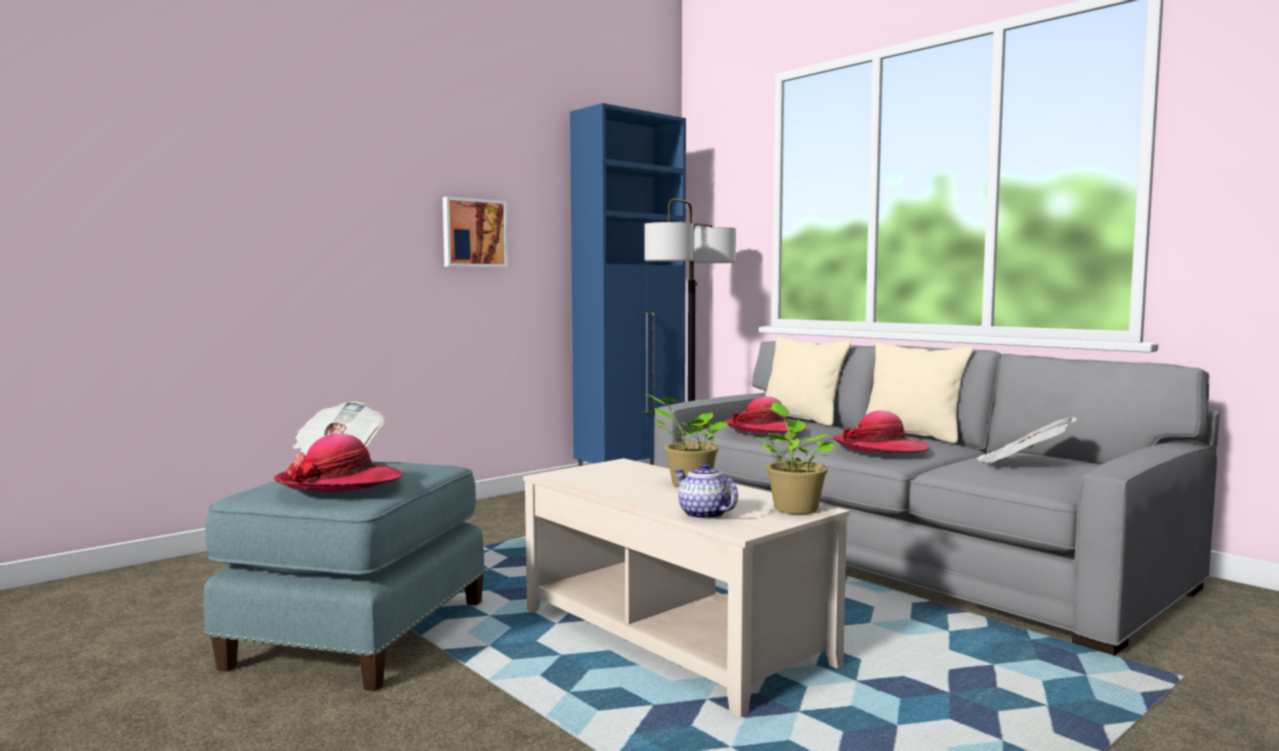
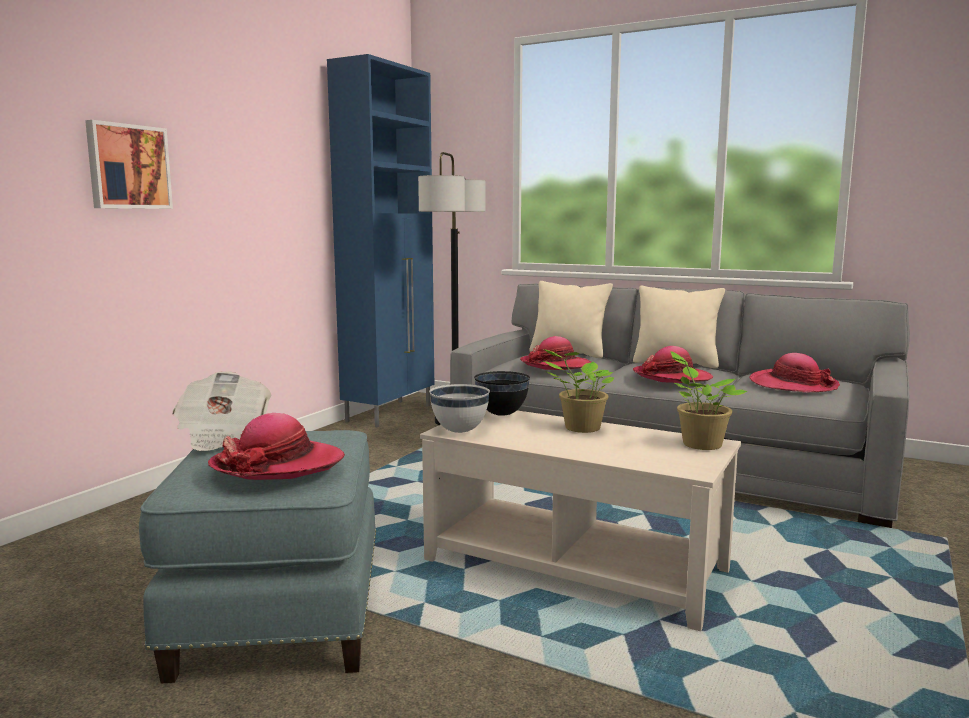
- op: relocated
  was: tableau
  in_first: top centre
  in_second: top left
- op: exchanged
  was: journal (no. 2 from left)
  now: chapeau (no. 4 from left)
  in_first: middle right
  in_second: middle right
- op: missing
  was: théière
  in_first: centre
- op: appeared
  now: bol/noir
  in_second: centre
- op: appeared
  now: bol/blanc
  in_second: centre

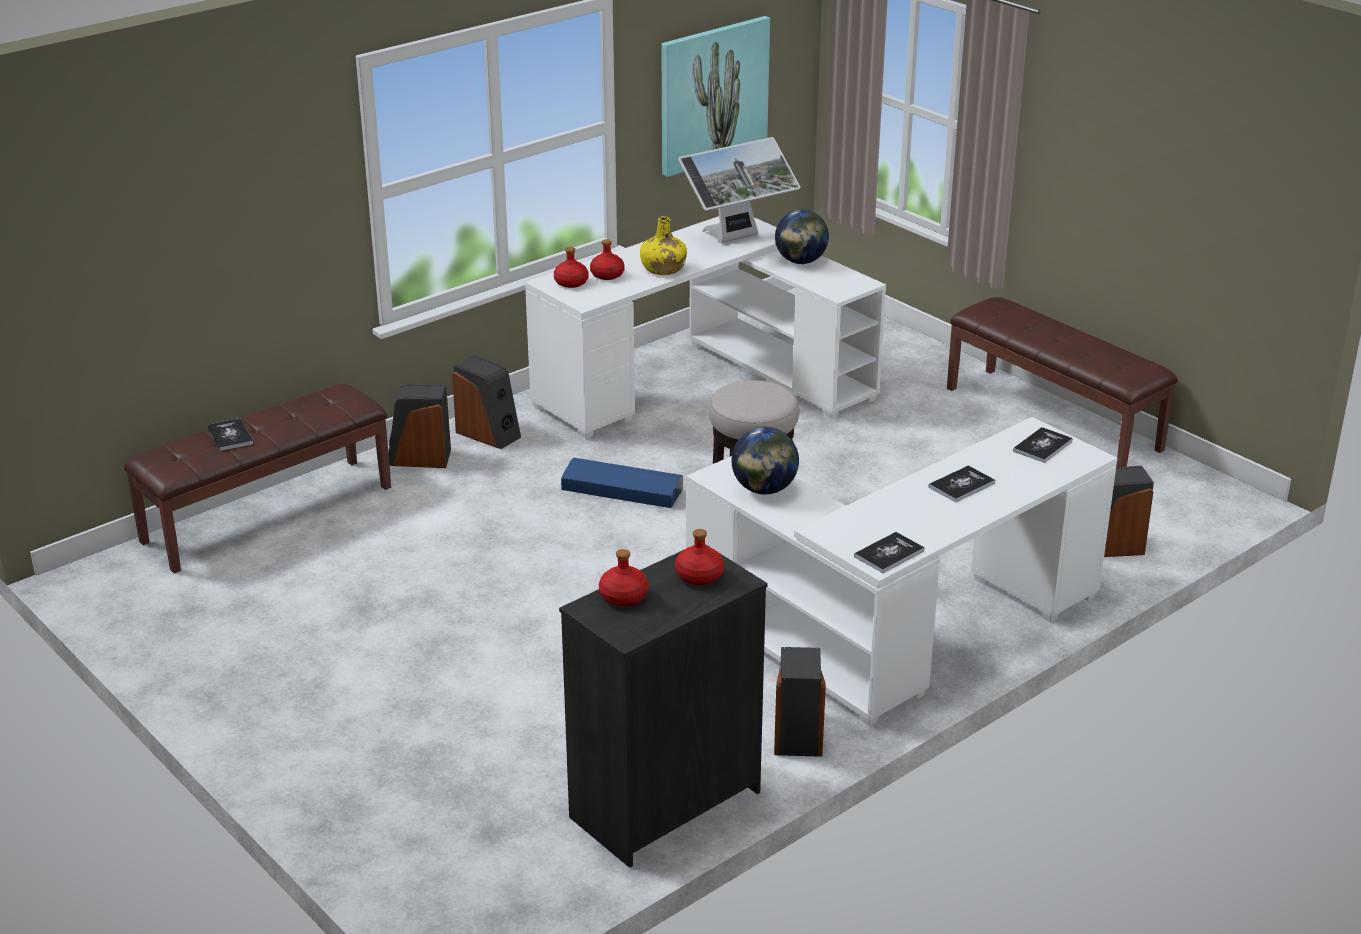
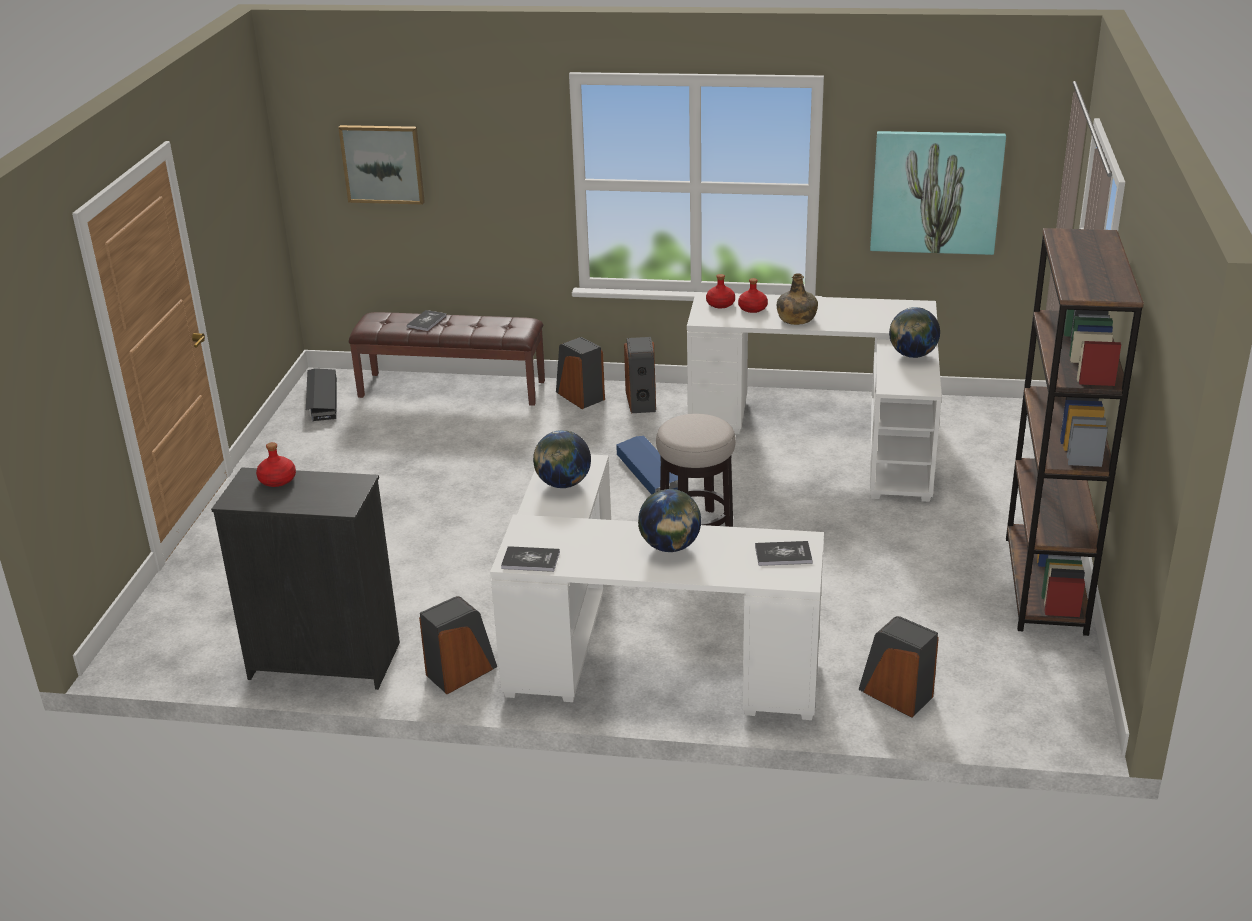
- op: missing
  was: écran d'ordinateur
  in_first: top centre
- op: colour
  was: bouteille/jaune
  now: bouteille/vert
  in_first: top centre
  in_second: top centre
- op: exchanged
  was: banc/marron (no. 2 from left)
  now: bibliothèque/marron
  in_first: middle right
  in_second: middle right
- op: exchanged
  was: livre (no. 3 from left)
  now: globe (no. 2 from left)
  in_first: middle right
  in_second: centre
- op: missing
  was: bouteille/rouge (no. 4 from left)
  in_first: centre
- op: appeared
  now: tableau (no. 1 from left)
  in_second: top left
- op: appeared
  now: boîte de rangement/noir
  in_second: middle left

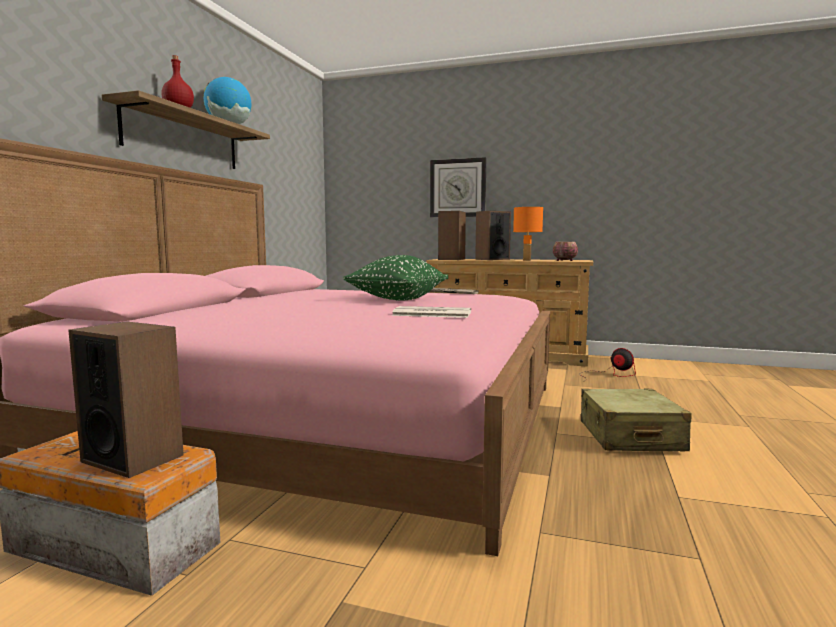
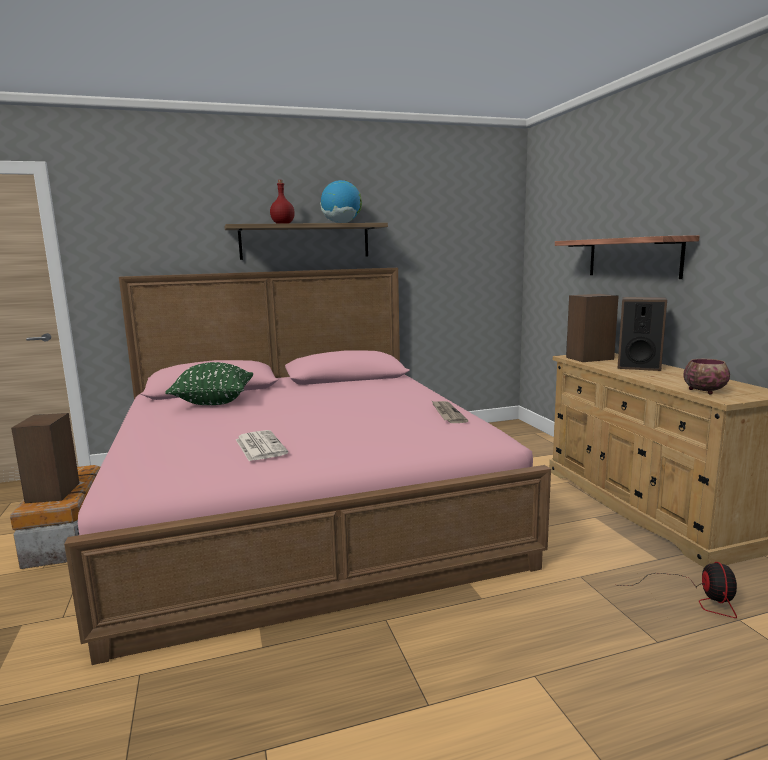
- op: exchanged
  was: horloge murale
  now: étagère (no. 2 from left)
  in_first: top centre
  in_second: middle right
- op: missing
  was: lampe de table/orange
  in_first: centre
- op: relocated
  was: coussin/vert
  in_first: centre
  in_second: middle left
- op: missing
  was: valise/beige
  in_first: bottom right

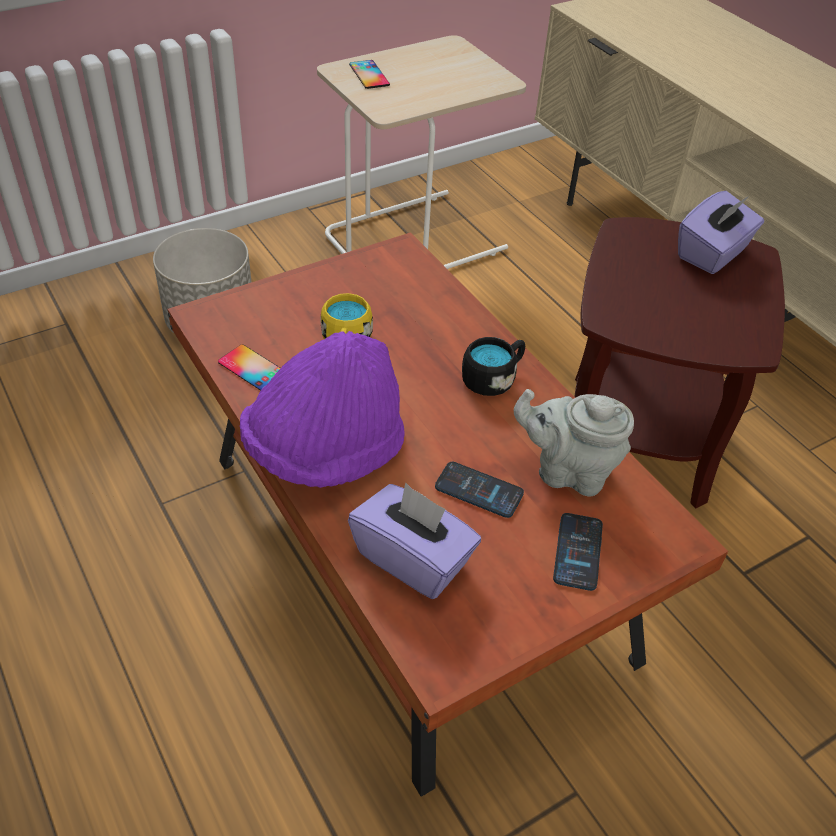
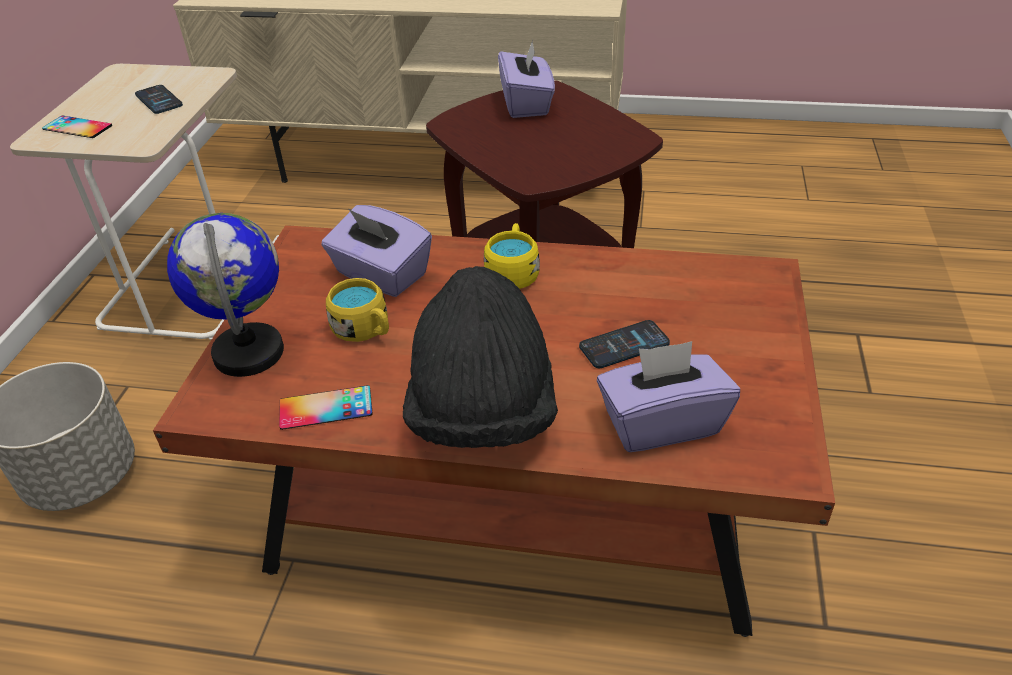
- op: colour
  was: chapeau/violet
  now: chapeau/noir
  in_first: centre
  in_second: centre
- op: colour
  was: mug/noir
  now: mug/jaune (no. 2 from left)
  in_first: centre
  in_second: centre
- op: missing
  was: théière/gris
  in_first: middle right
- op: relocated
  was: téléphone (no. 4 from left in the first image)
  now: téléphone (no. 2 from left)
  in_first: middle right
  in_second: top left
- op: appeared
  now: boîte à mouchoirs/violet (no. 1 from left)
  in_second: centre
- op: appeared
  now: globe
  in_second: middle left

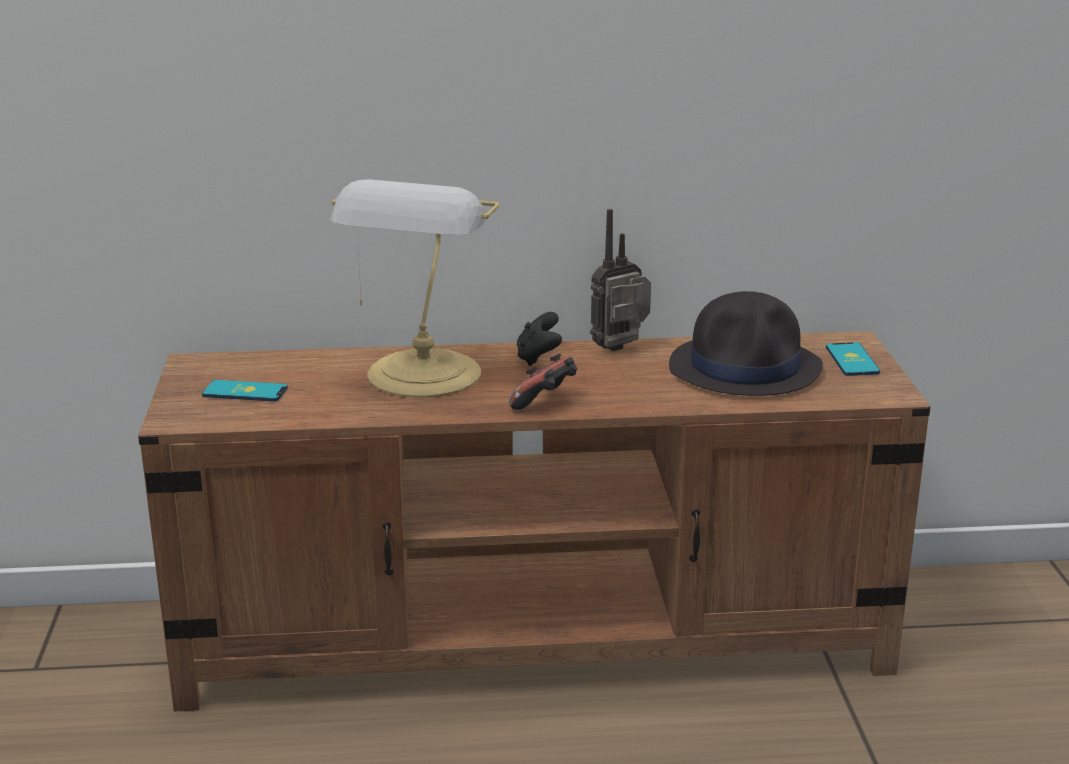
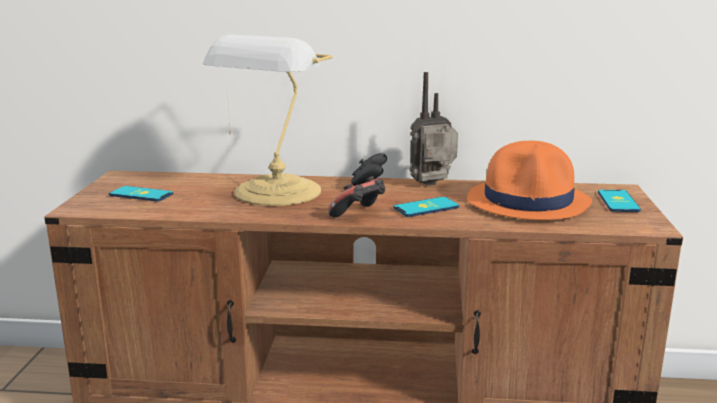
- op: colour
  was: chapeau/noir
  now: chapeau/orange
  in_first: middle right
  in_second: middle right
- op: appeared
  now: téléphone (no. 2 from left)
  in_second: centre

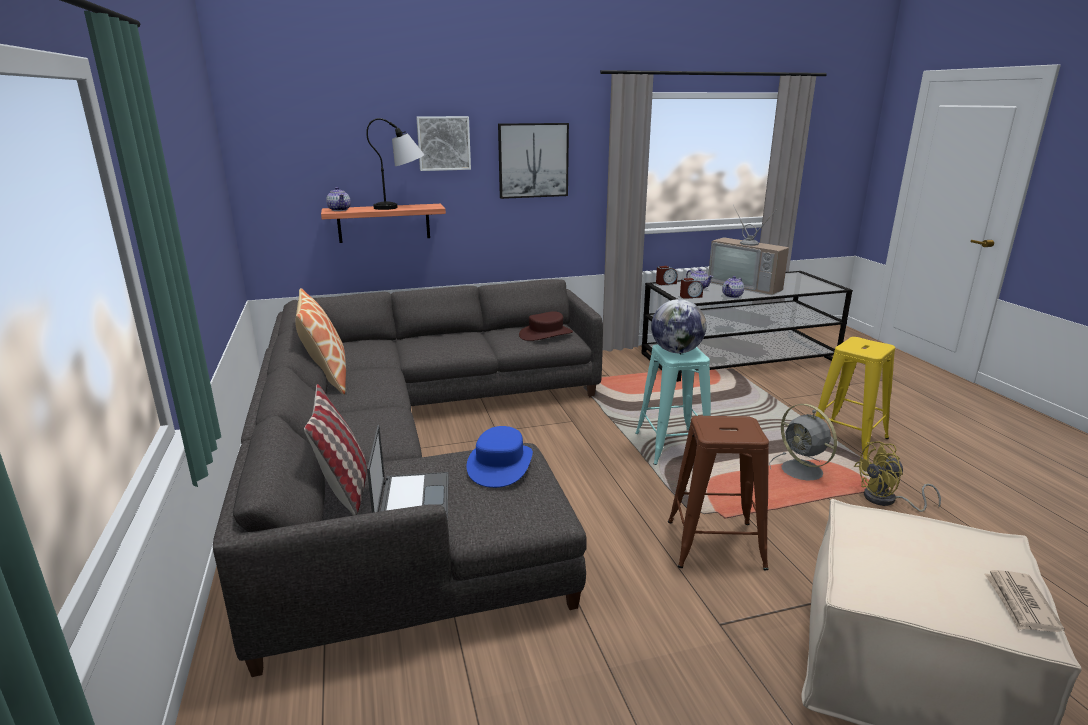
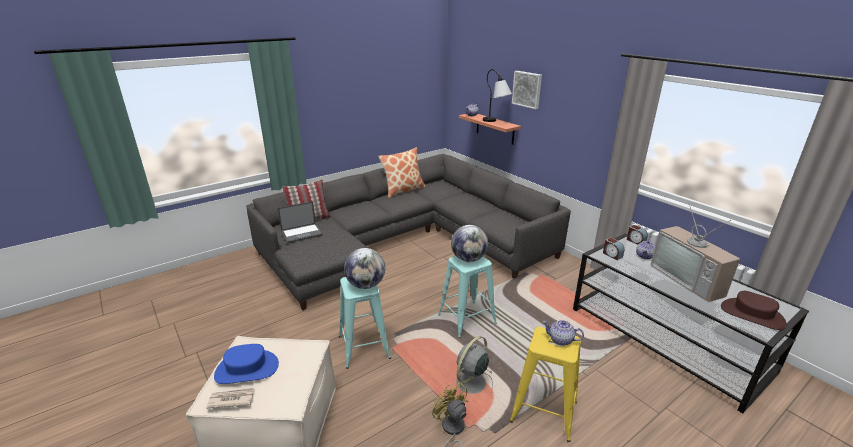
- op: missing
  was: tableau (no. 2 from left)
  in_first: top centre
- op: spun
  was: téléviseur
  in_first: middle right
  in_second: middle right
  clockwise: -45
- op: relocated
  was: théière (no. 3 from left in the first image)
  now: théière (no. 2 from left)
  in_first: middle right
  in_second: bottom centre
- op: relocated
  was: chapeau/marron
  in_first: centre
  in_second: bottom right
- op: colour
  was: tabouret/marron
  now: tabouret/turquoise (no. 1 from left)
  in_first: bottom centre
  in_second: bottom centre
- op: relocated
  was: chapeau/bleu
  in_first: centre
  in_second: bottom left
- op: appeared
  now: globe (no. 1 from left)
  in_second: centre

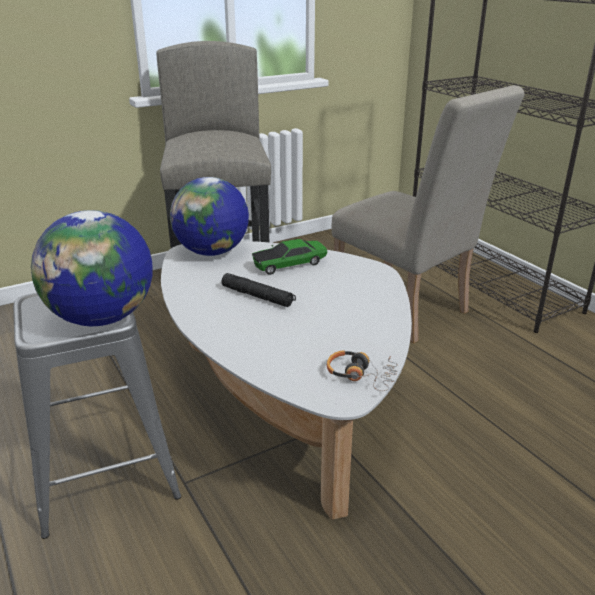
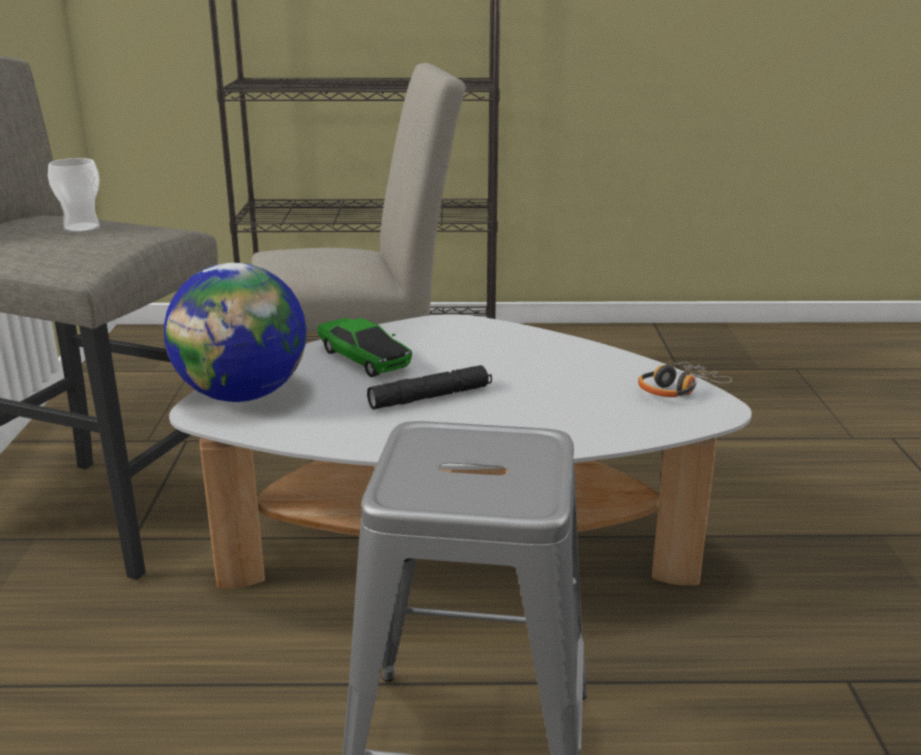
- op: missing
  was: globe (no. 1 from left)
  in_first: middle left
- op: spun
  was: petite voiture
  in_first: centre
  in_second: centre
  clockwise: -45
- op: appeared
  now: tasse
  in_second: top left

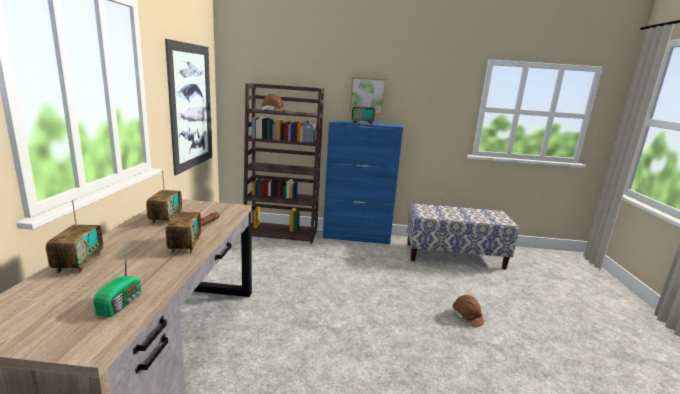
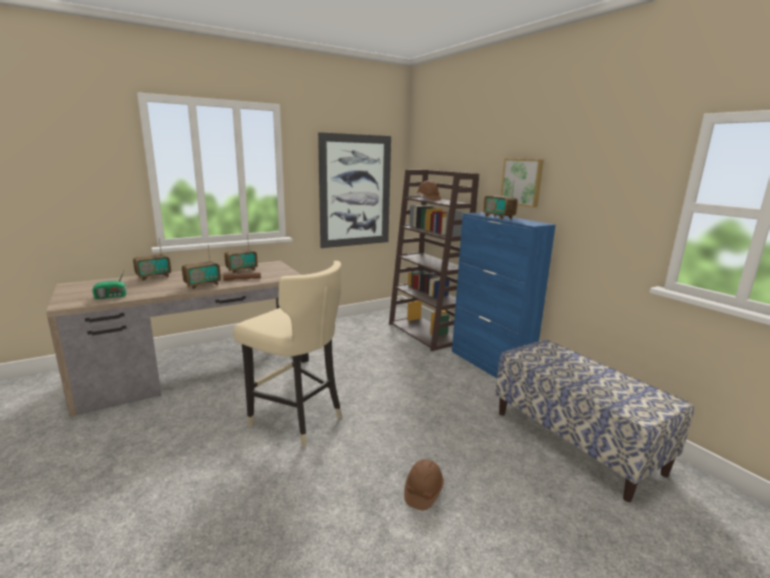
- op: appeared
  now: tabouret/beige
  in_second: centre

